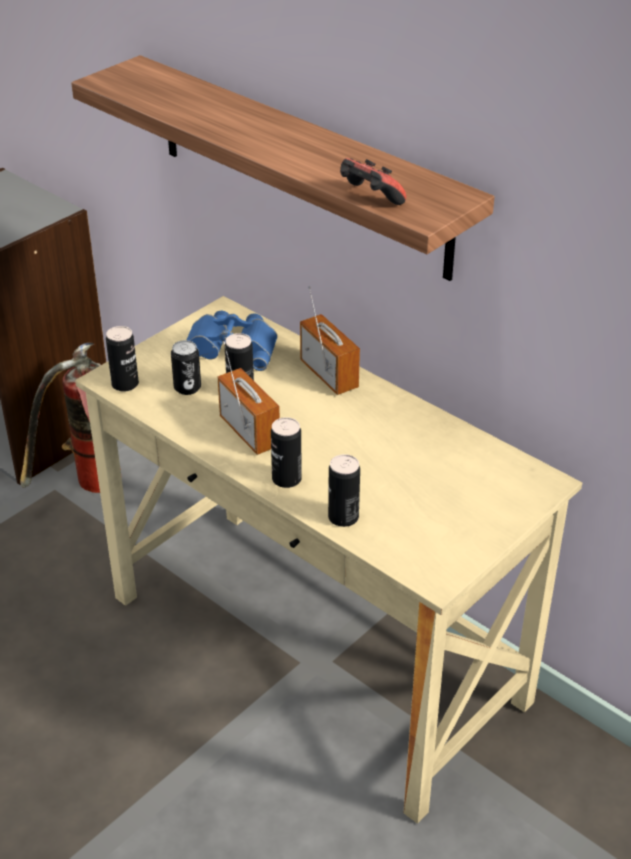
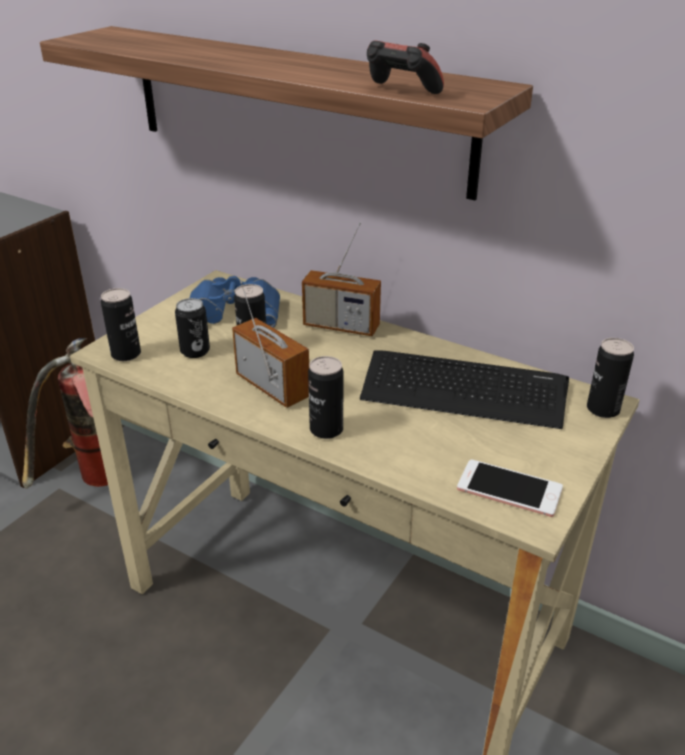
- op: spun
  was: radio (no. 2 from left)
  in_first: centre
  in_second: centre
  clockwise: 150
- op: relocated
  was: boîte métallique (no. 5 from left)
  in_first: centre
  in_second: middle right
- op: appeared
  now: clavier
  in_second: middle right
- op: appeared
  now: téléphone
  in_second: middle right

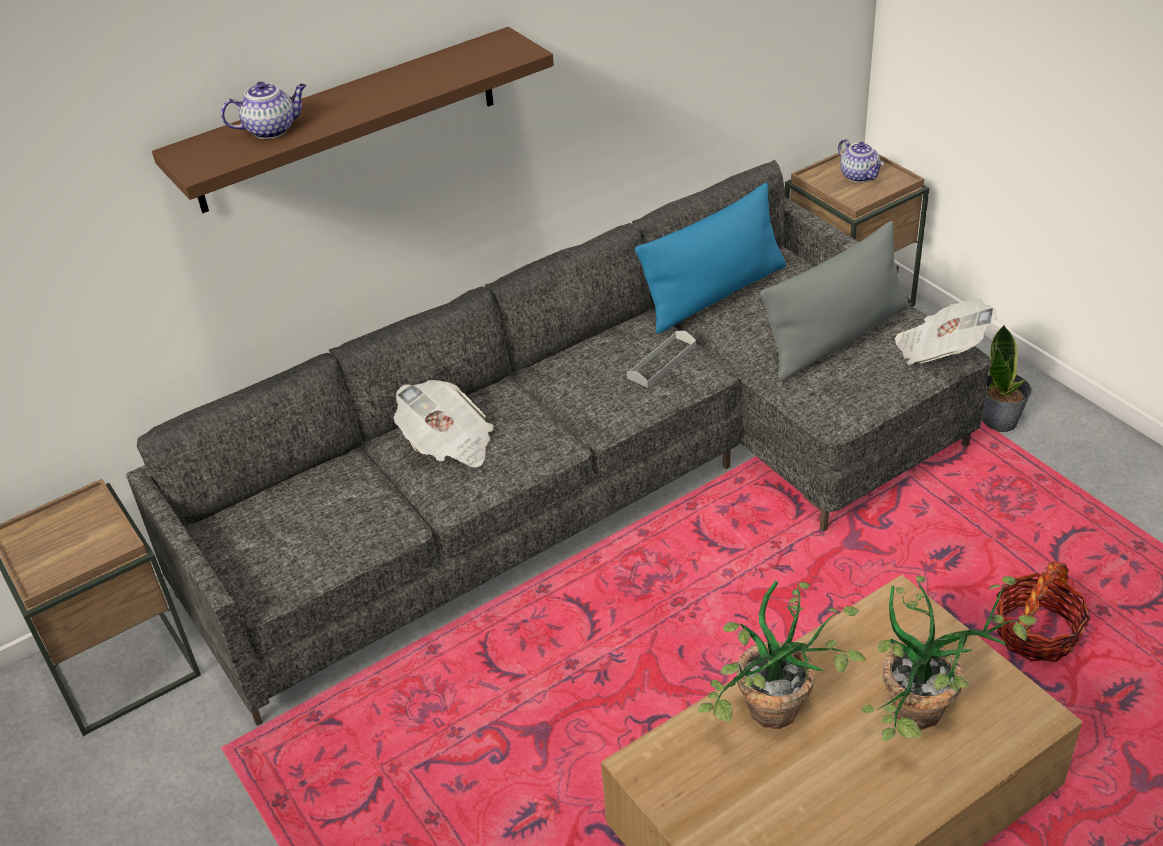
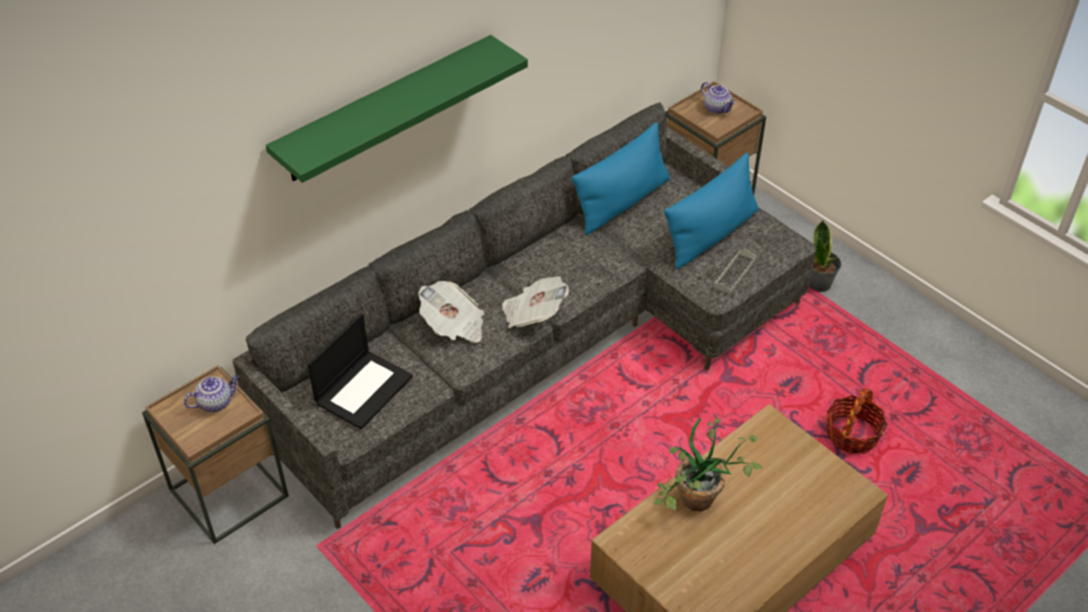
- op: colour
  was: étagère/marron
  now: étagère/vert
  in_first: top left
  in_second: top centre
- op: relocated
  was: théière (no. 1 from left)
  in_first: top left
  in_second: middle left
- op: colour
  was: coussin/gris
  now: coussin/bleu (no. 2 from left)
  in_first: middle right
  in_second: centre
- op: relocated
  was: journal (no. 2 from left)
  in_first: middle right
  in_second: centre
- op: relocated
  was: plateau/gris
  in_first: centre
  in_second: middle right
- op: missing
  was: plante en pot (no. 2 from left)
  in_first: bottom right
- op: appeared
  now: ordinateur portable
  in_second: middle left

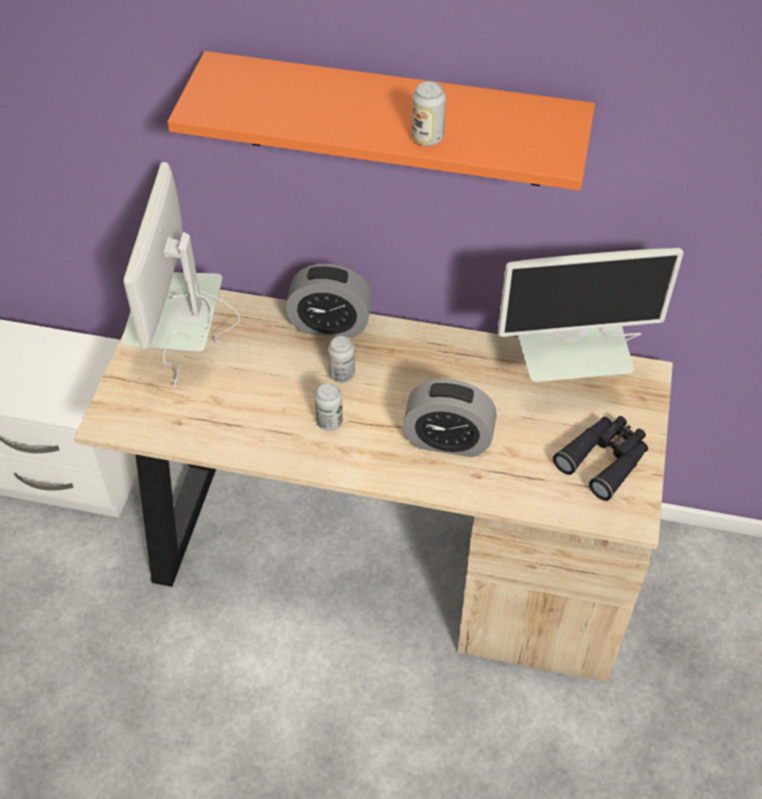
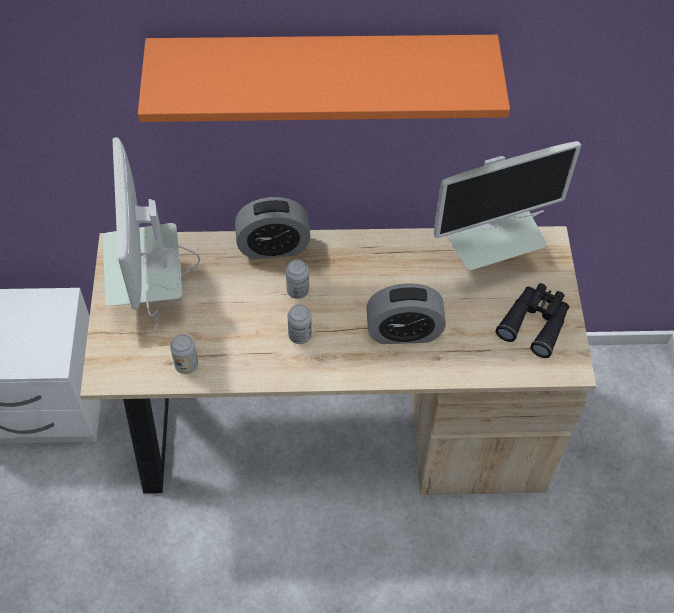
- op: relocated
  was: boîte métallique (no. 3 from left in the first image)
  now: boîte métallique (no. 1 from left)
  in_first: top centre
  in_second: middle left

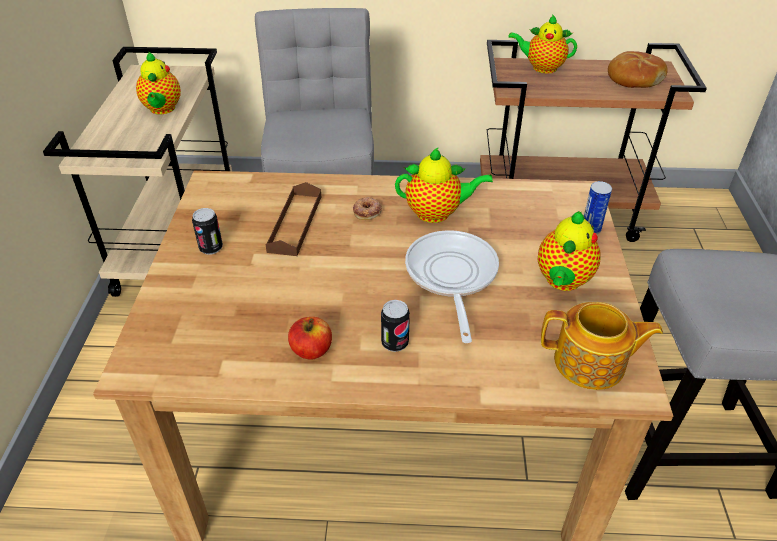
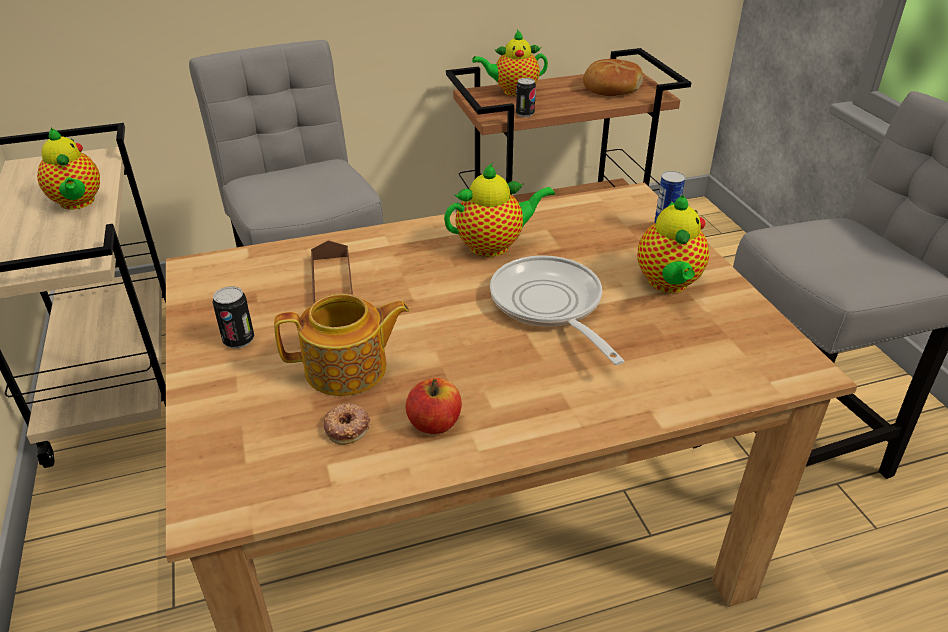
- op: relocated
  was: beignet
  in_first: centre
  in_second: bottom centre
- op: relocated
  was: boîte métallique (no. 2 from left)
  in_first: centre
  in_second: top centre
- op: relocated
  was: théière (no. 5 from left in the first image)
  now: théière (no. 2 from left)
  in_first: middle right
  in_second: centre

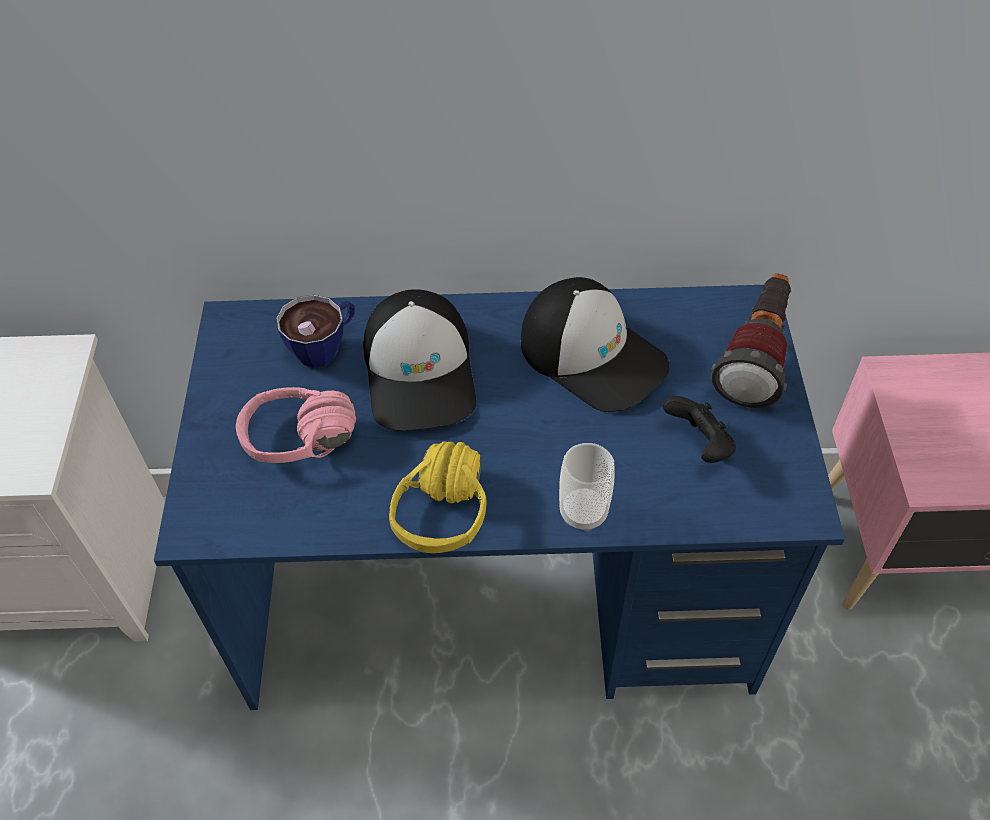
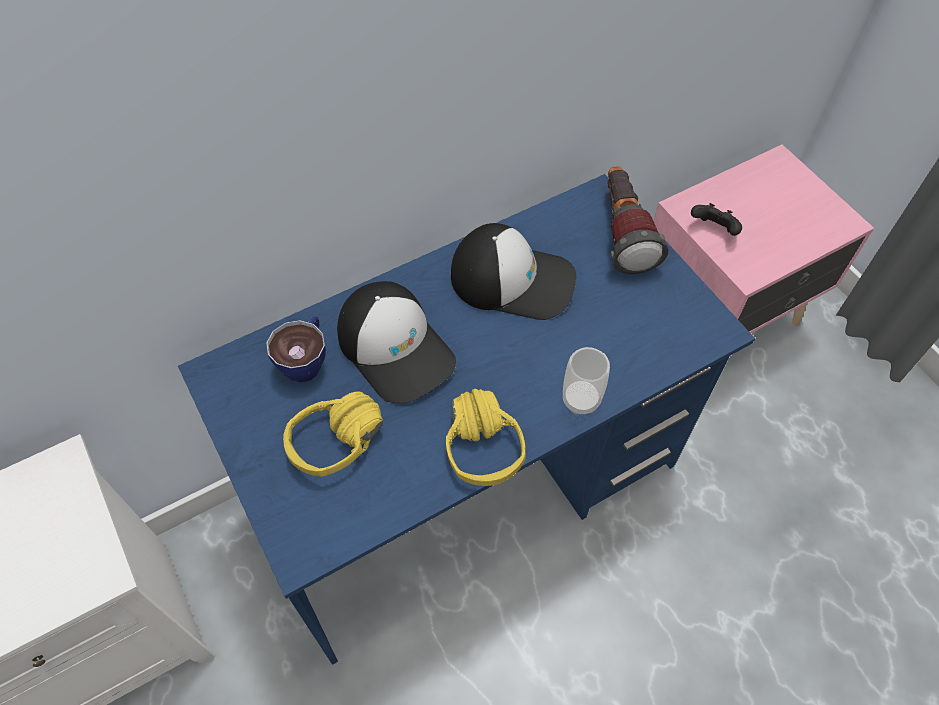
- op: colour
  was: casque audio/rose
  now: casque audio/jaune (no. 1 from left)
  in_first: middle left
  in_second: centre
- op: relocated
  was: manette/noir
  in_first: middle right
  in_second: top right

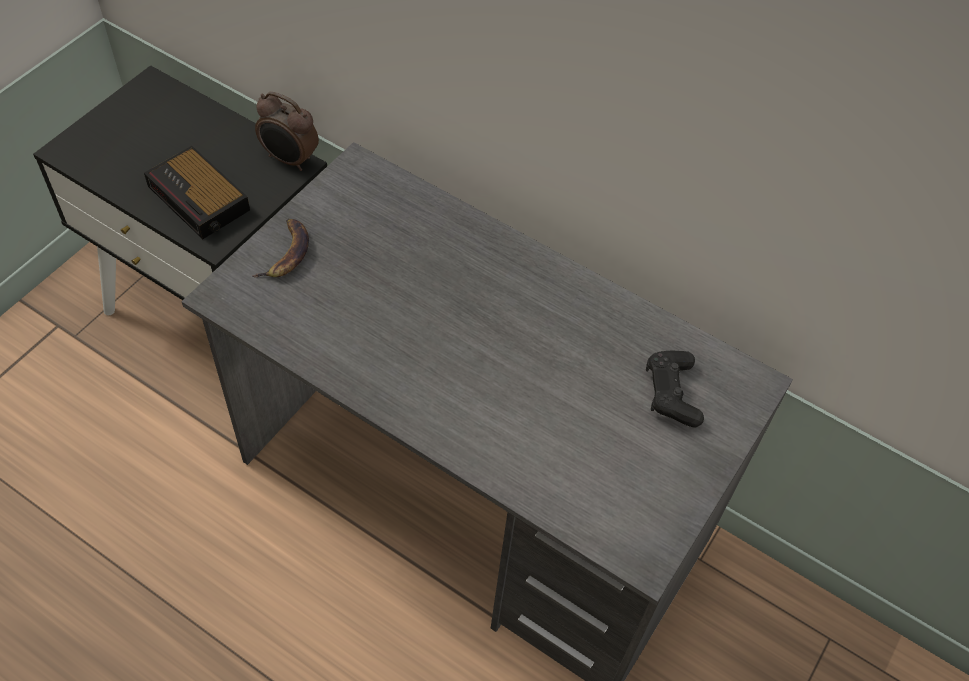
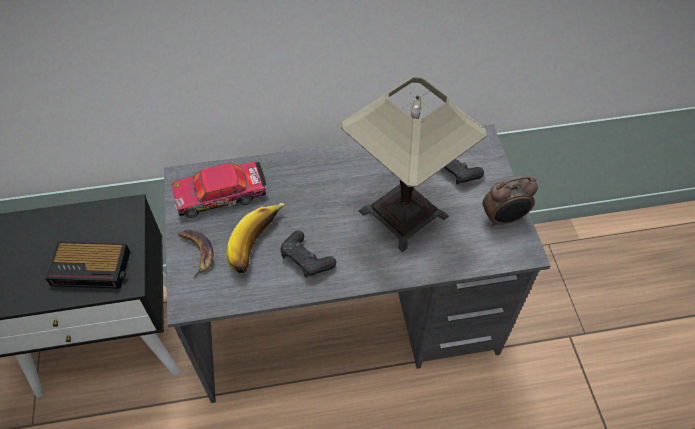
- op: relocated
  was: réveil (no. 2 from left)
  in_first: top left
  in_second: middle right
- op: appeared
  now: lampe de table
  in_second: centre
- op: appeared
  now: petite voiture
  in_second: middle left
- op: appeared
  now: banane (no. 2 from left)
  in_second: centre
- op: appeared
  now: manette/noir (no. 1 from left)
  in_second: centre

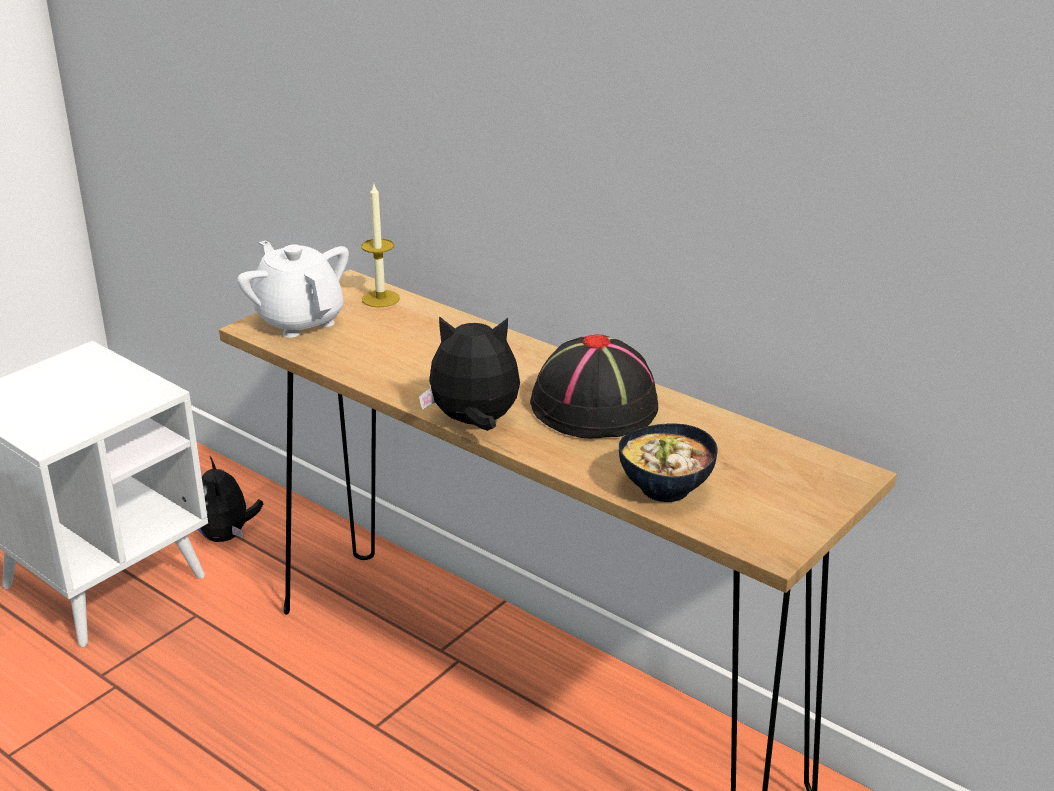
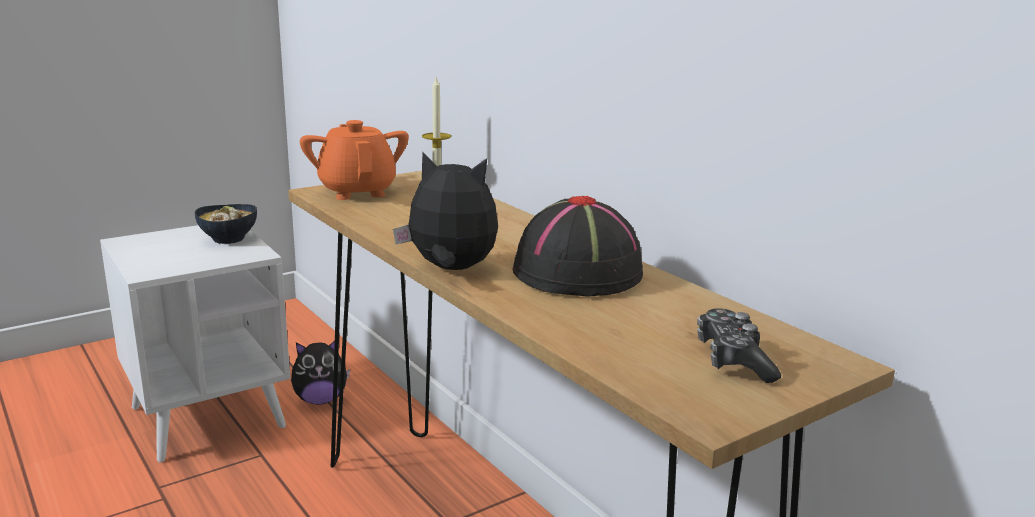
- op: colour
  was: théière/blanc
  now: théière/orange
  in_first: middle left
  in_second: top centre
- op: relocated
  was: bol
  in_first: centre
  in_second: middle left
- op: spun
  was: peluche (no. 1 from left)
  in_first: middle left
  in_second: bottom left
  clockwise: -105
- op: appeared
  now: manette
  in_second: bottom right

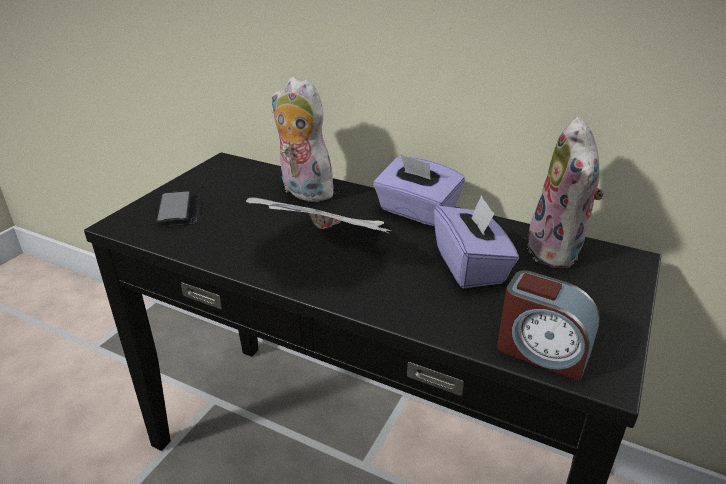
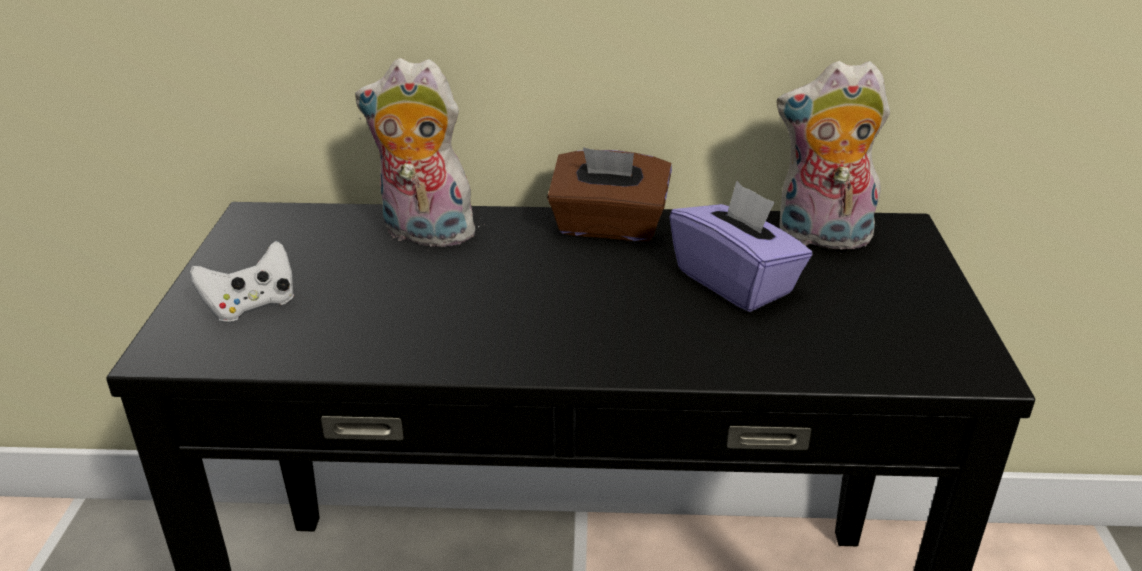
- op: spun
  was: peluche (no. 2 from left)
  in_first: middle right
  in_second: top right
  clockwise: 120
- op: colour
  was: boîte à mouchoirs/violet (no. 1 from left)
  now: boîte à mouchoirs/marron
  in_first: centre
  in_second: centre
- op: exchanged
  was: téléphone
  now: manette/blanc
  in_first: middle left
  in_second: middle left
- op: missing
  was: journal
  in_first: centre
- op: missing
  was: réveil
  in_first: bottom right

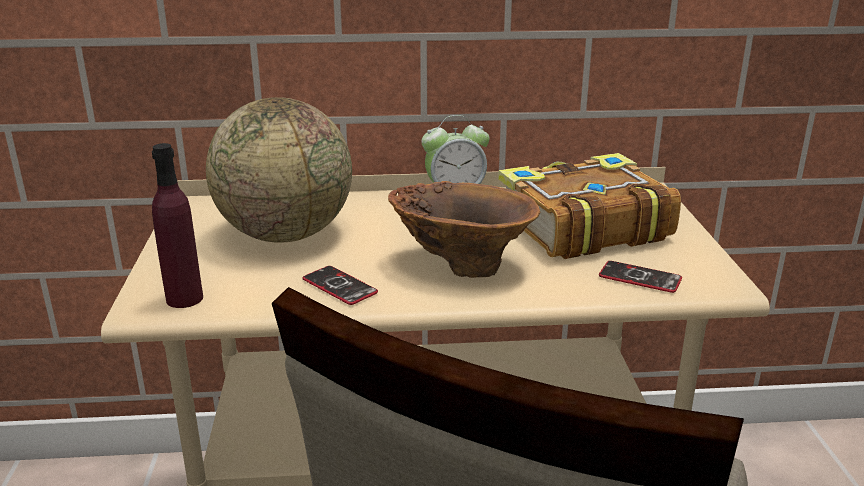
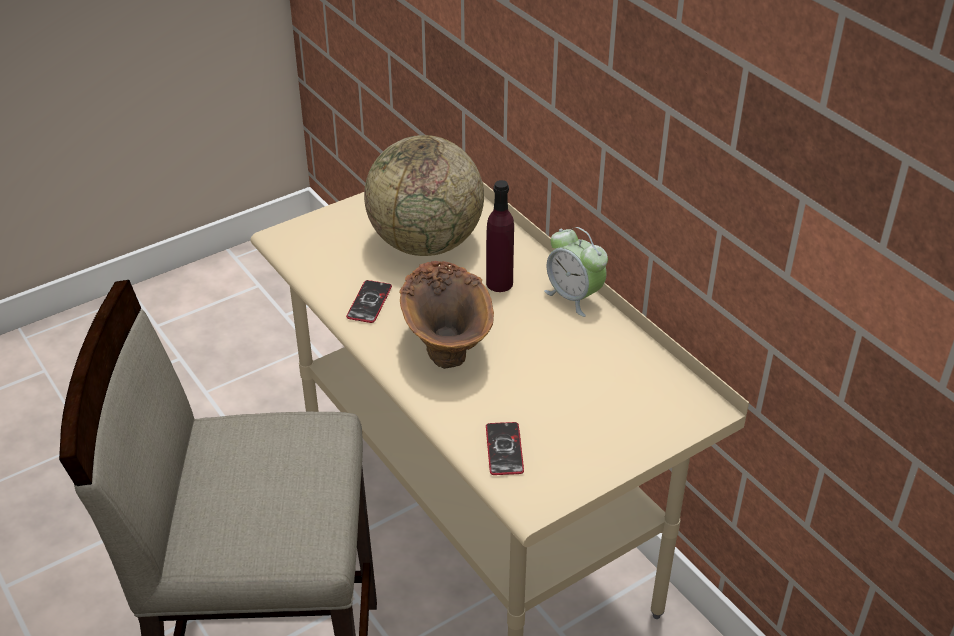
- op: relocated
  was: bouteille/violet
  in_first: middle left
  in_second: centre
- op: missing
  was: livre
  in_first: middle right

